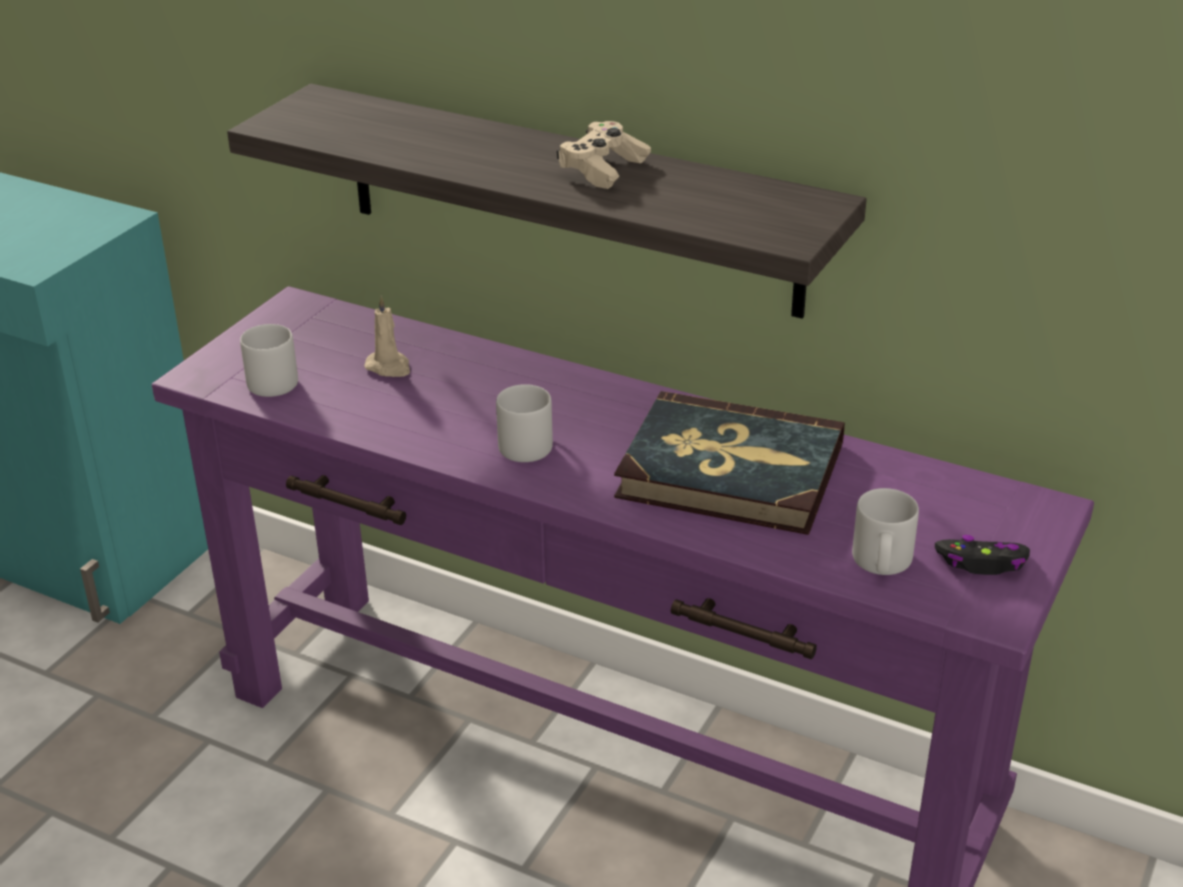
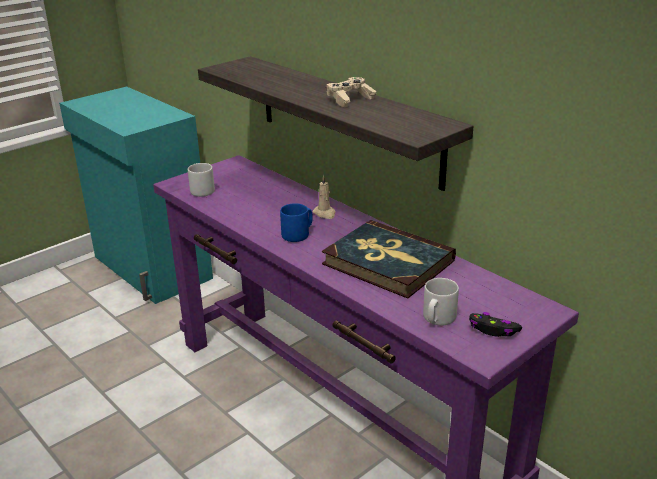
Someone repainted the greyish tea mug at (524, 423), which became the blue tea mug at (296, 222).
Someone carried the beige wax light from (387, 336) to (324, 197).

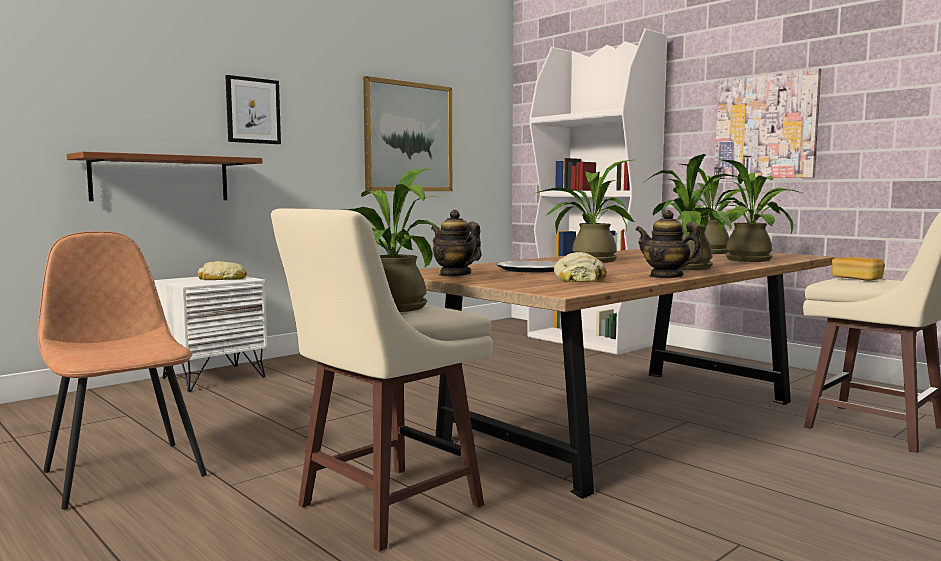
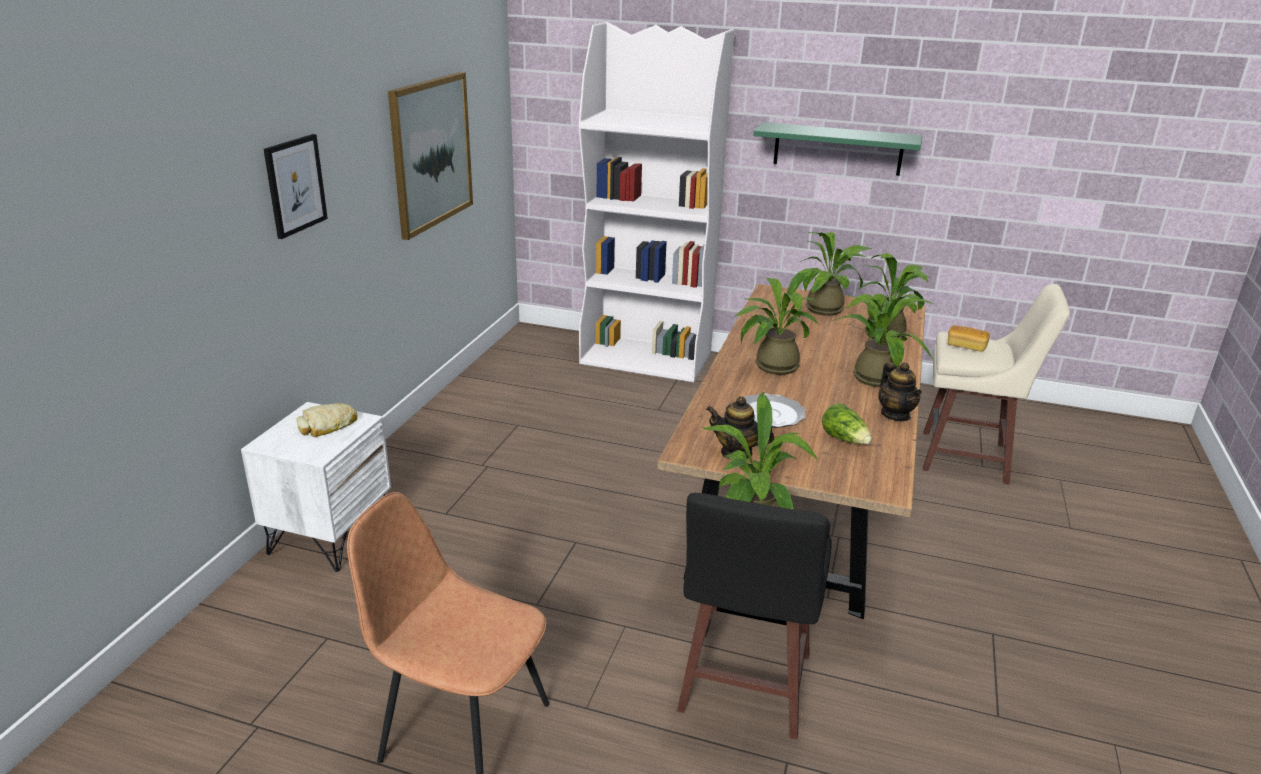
Someone repainted the beige stool at (382, 380), which became the blackish stool at (754, 616).
Someone swapped the wall picture at (767, 123) for the green-coloured wall shelf at (837, 149).
Someone swapped the bakery bread at (580, 267) for the lettuce at (847, 423).
Someone rotated the teapot at (669, 244) by 120 degrees counterclockwise.
Someone took away the brownish wall shelf at (164, 176).

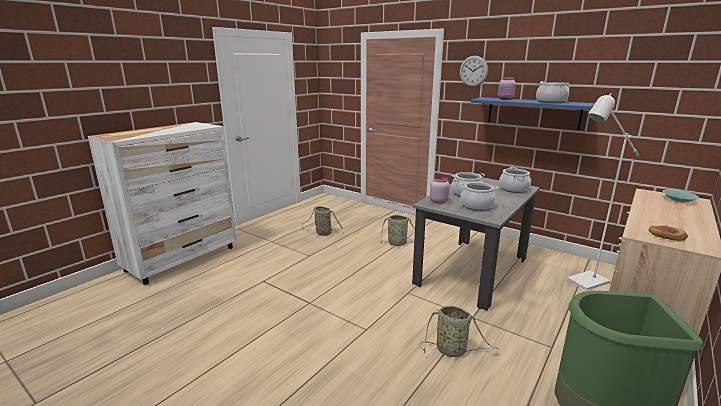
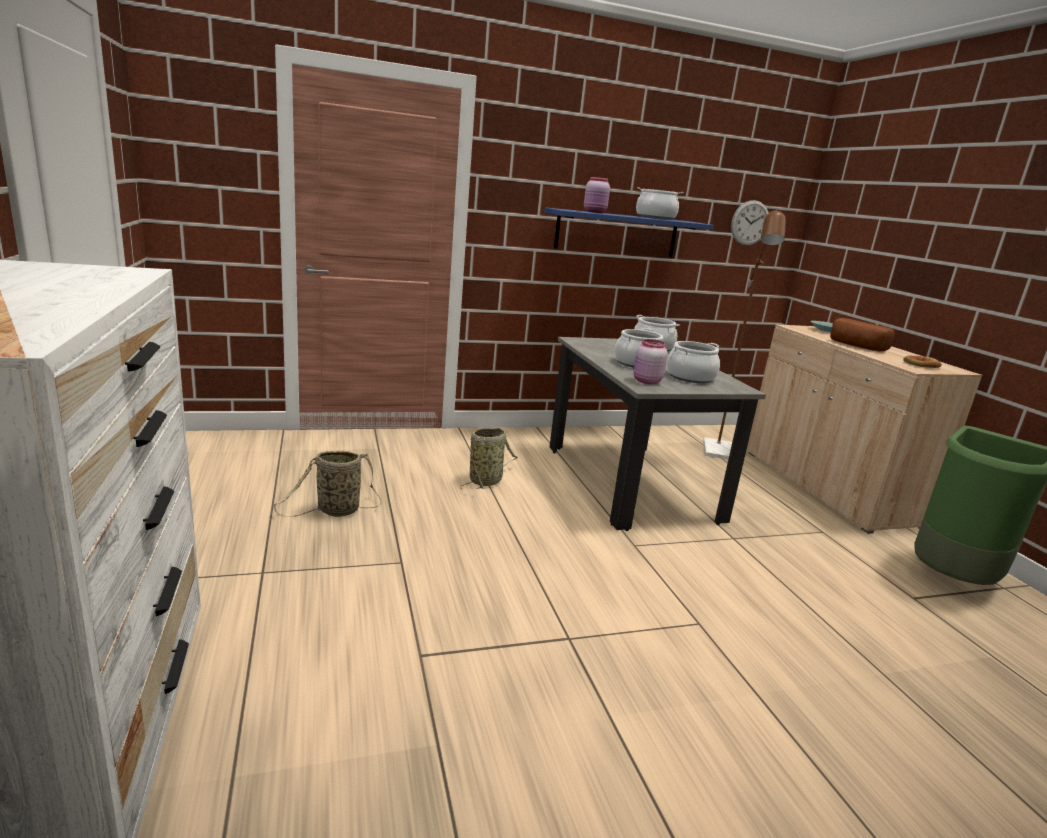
Someone repainted the whitish standing lamp at (603, 192), which became the brownish standing lamp at (744, 334).
Someone carried the wall clock from (474, 71) to (750, 223).
Someone put down the bakery bread at (862, 335).
Someone took away the storage basket at (459, 331).

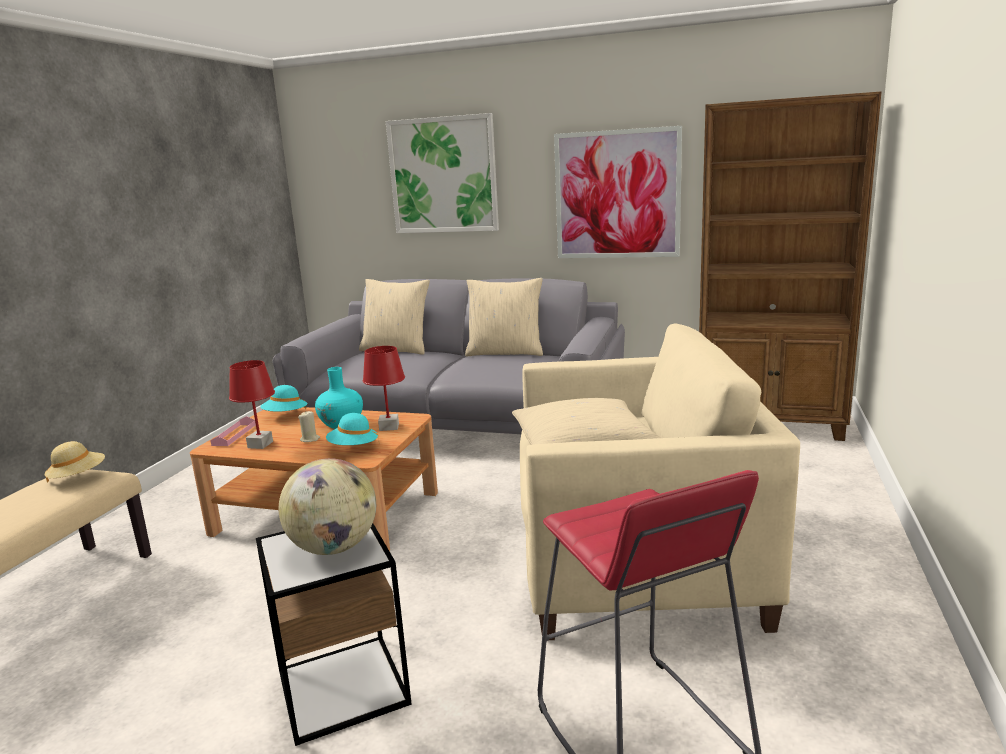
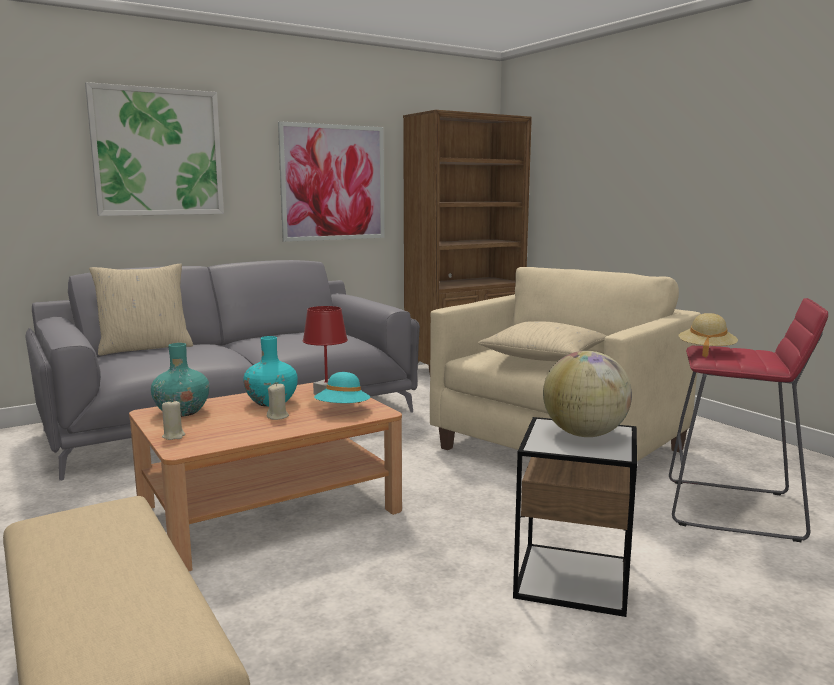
Someone swapped the blue-green wearable hat at (283, 398) for the blue-green decorative vase at (180, 380).
Someone swapped the pink-coloured carrying tray at (233, 431) for the beige wax light at (173, 420).
Someone carried the beige wearable hat from (74, 462) to (708, 335).
Someone took away the red-coloured lamp for a table at (252, 404).
Someone took away the beige throw pillow at (504, 317).

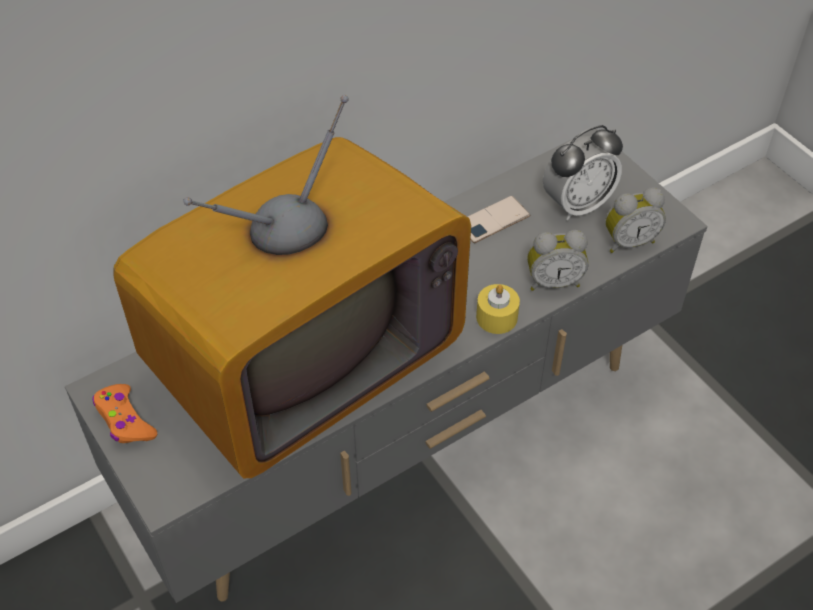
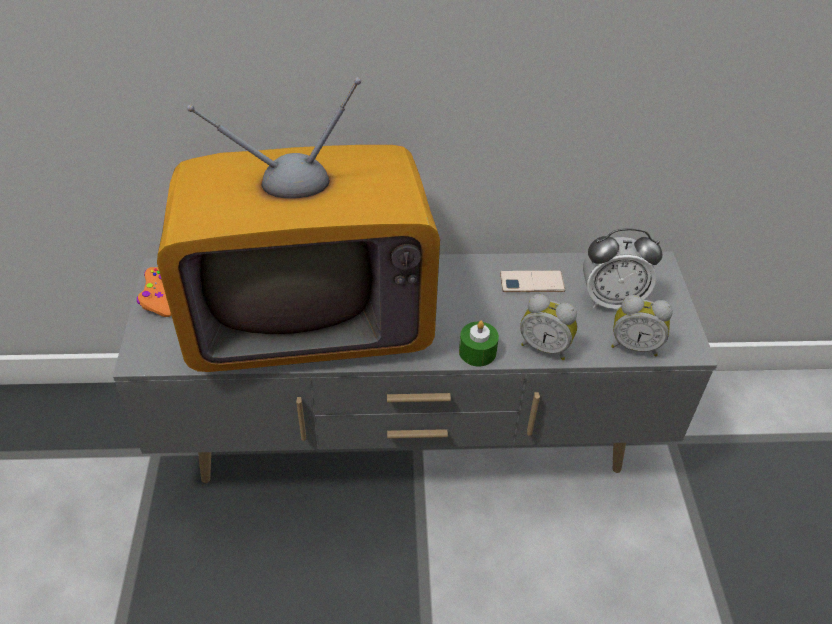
Someone repainted the yellow-coloured wax light at (498, 309), which became the green-coloured wax light at (479, 344).

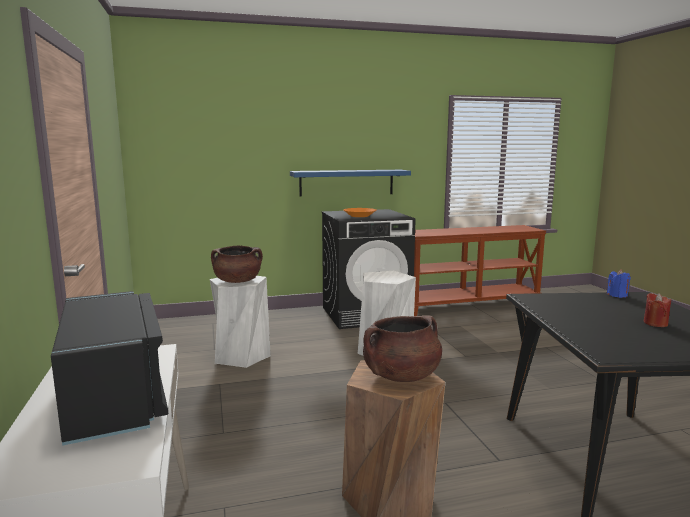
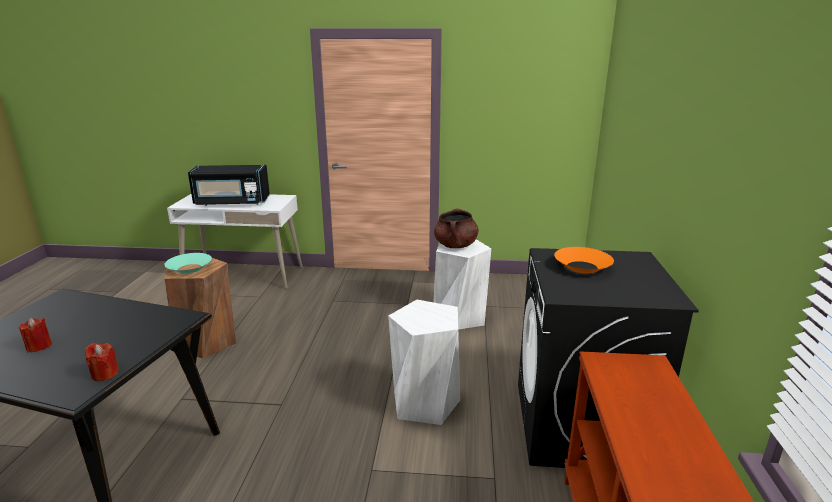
Someone repainted the blue wax light at (619, 284), which became the red-coloured wax light at (102, 362).
Someone swapped the brownish stockpot at (402, 348) for the blue-green bowl at (188, 263).
Someone took away the blue wall shelf at (350, 183).

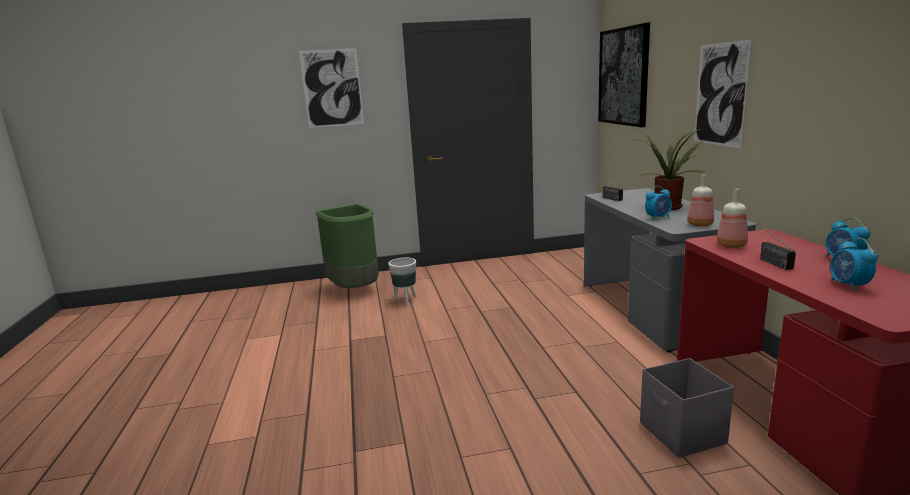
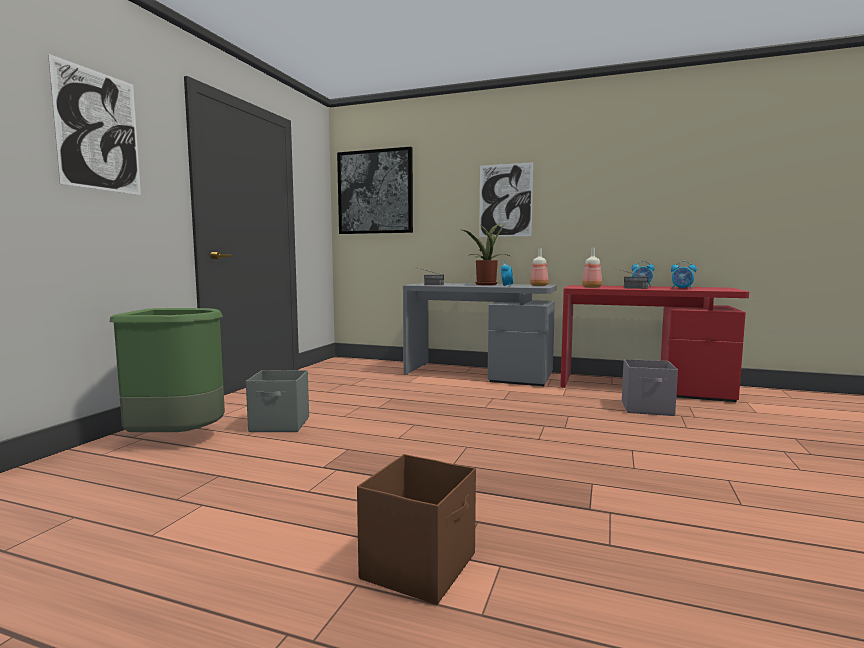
Someone swapped the whitish planter at (402, 282) for the greyish storage bin at (277, 401).
Someone put down the brownish storage bin at (416, 529).

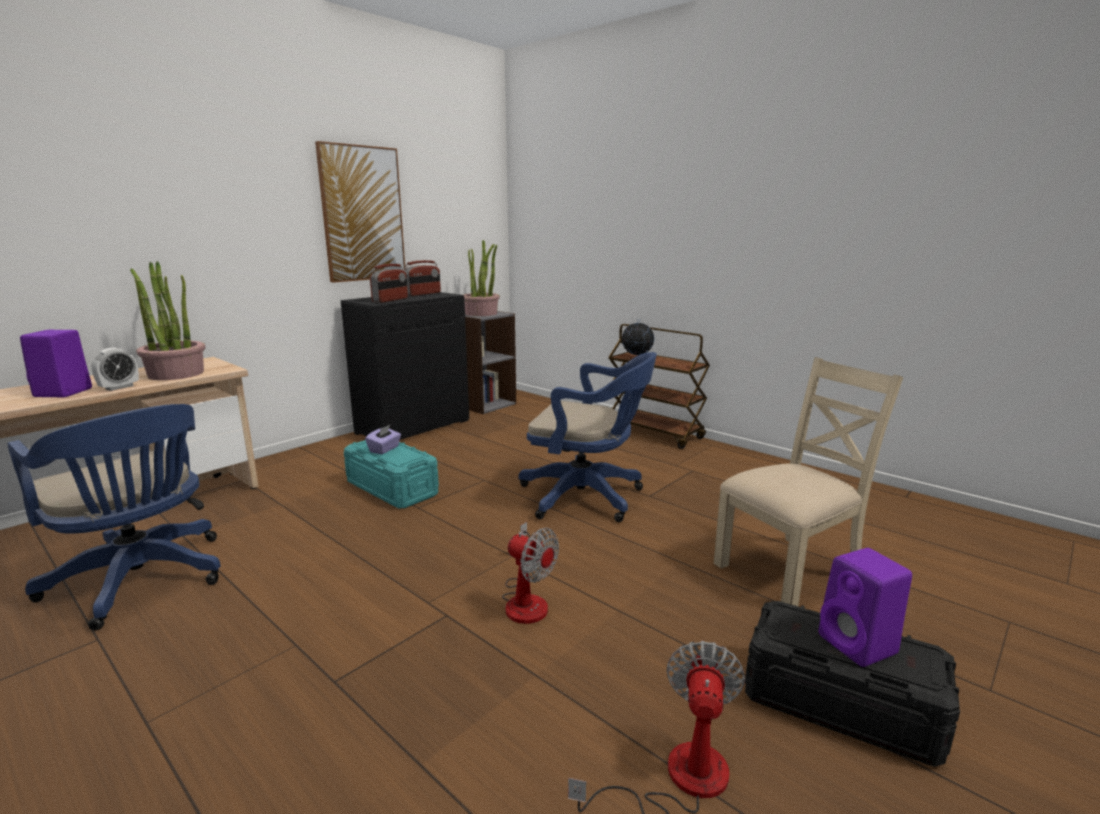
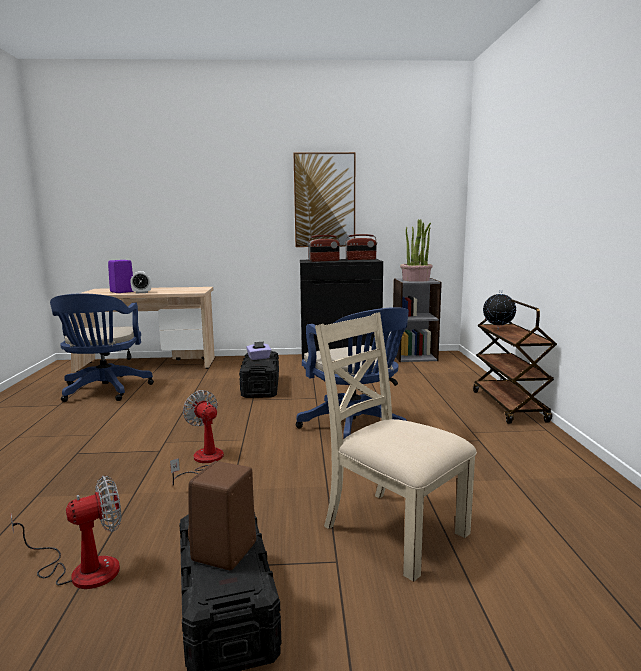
Someone rotated the cooling fan at (530, 573) by 150 degrees clockwise.
Someone repainted the purple audio speaker at (865, 607), which became the brownish audio speaker at (222, 515).
Someone repainted the blue-green storage bin at (391, 474), which became the blackish storage bin at (259, 374).
Someone rotated the beige plain chair at (808, 481) by 150 degrees counterclockwise.
Someone took away the plant in a pot at (167, 320).

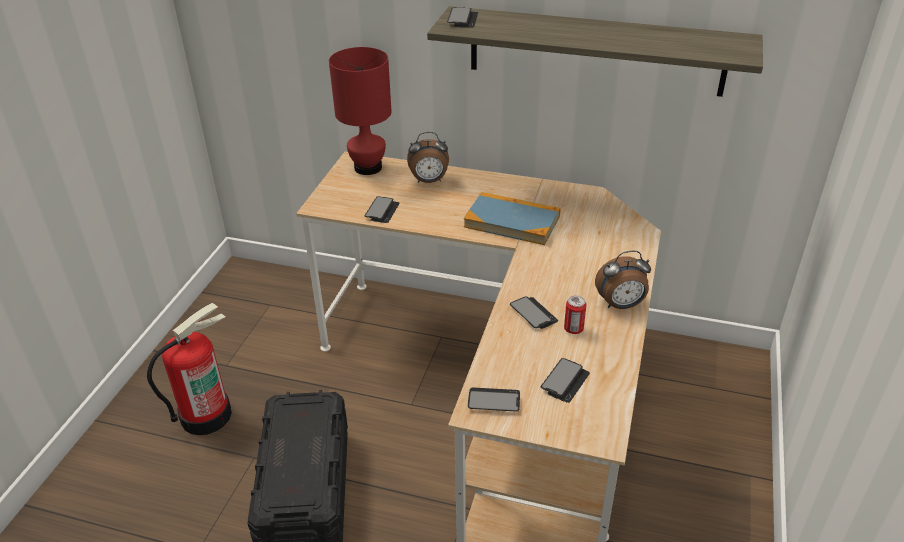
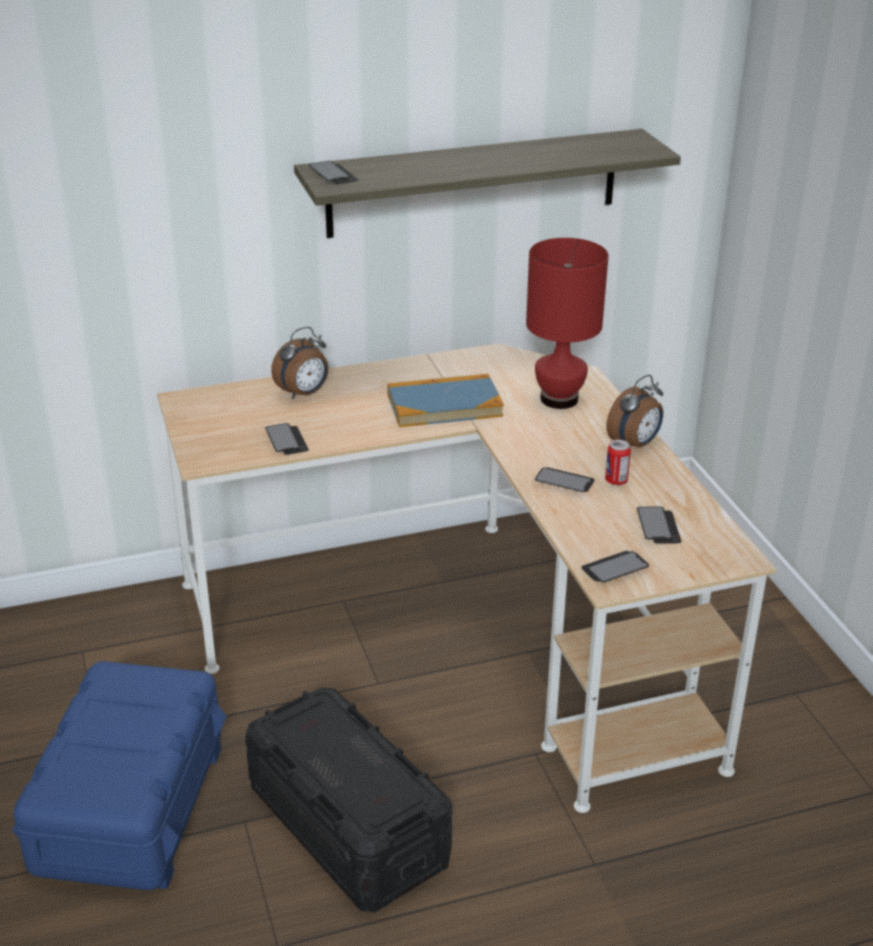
Someone swapped the fire extinguisher at (189, 368) for the blue storage bin at (119, 775).
Someone carried the red-coloured lamp for a table from (360, 111) to (567, 323).

